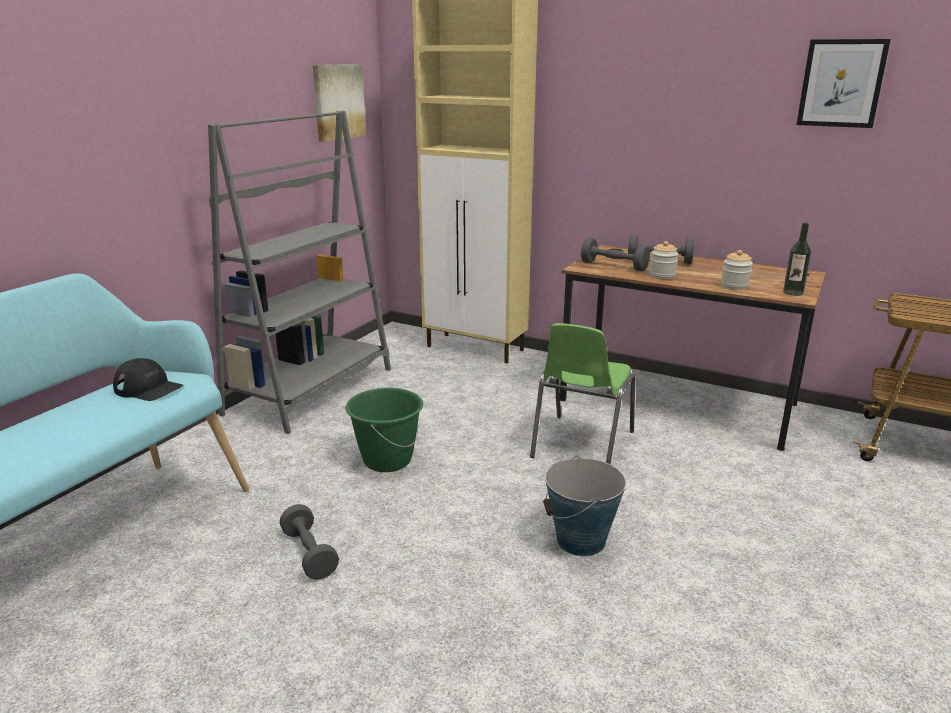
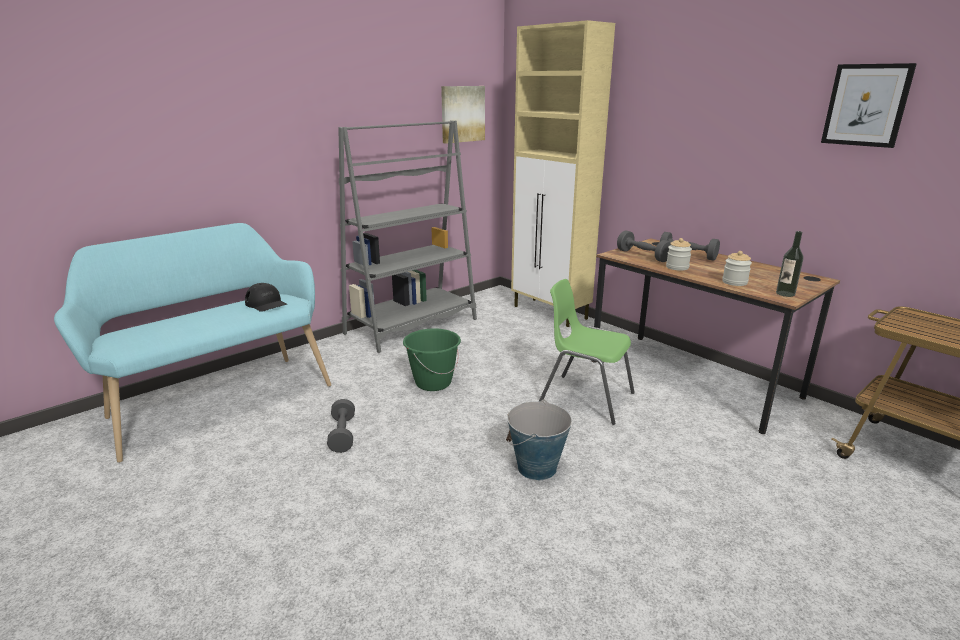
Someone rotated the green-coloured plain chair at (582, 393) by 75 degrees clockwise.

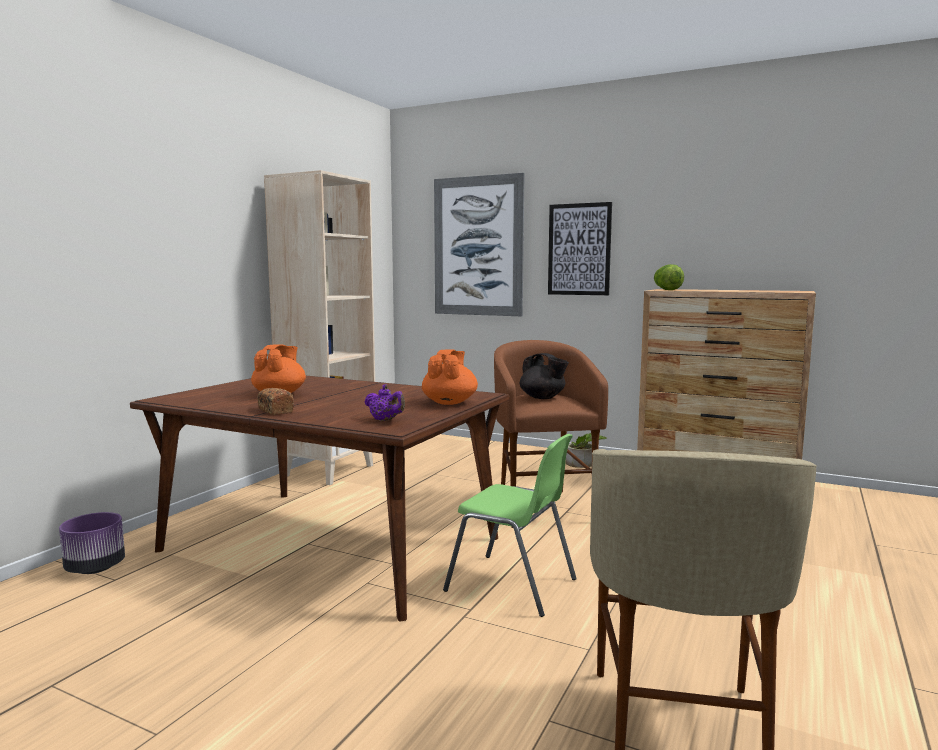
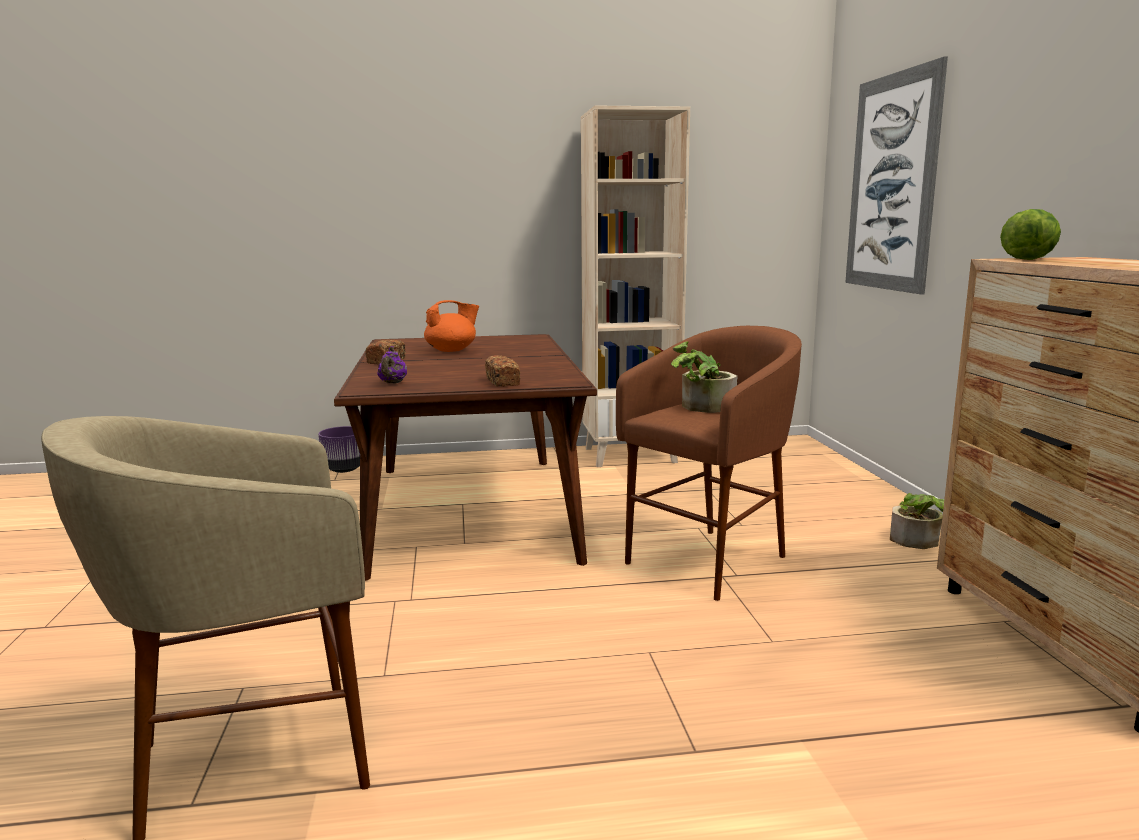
Someone swapped the orange-coloured teapot at (450, 377) for the bakery bread at (502, 371).
Someone swapped the blackish teapot at (544, 376) for the plant in a pot at (704, 377).
Someone took away the green-coloured plain chair at (510, 525).
Someone took away the wall picture at (580, 248).

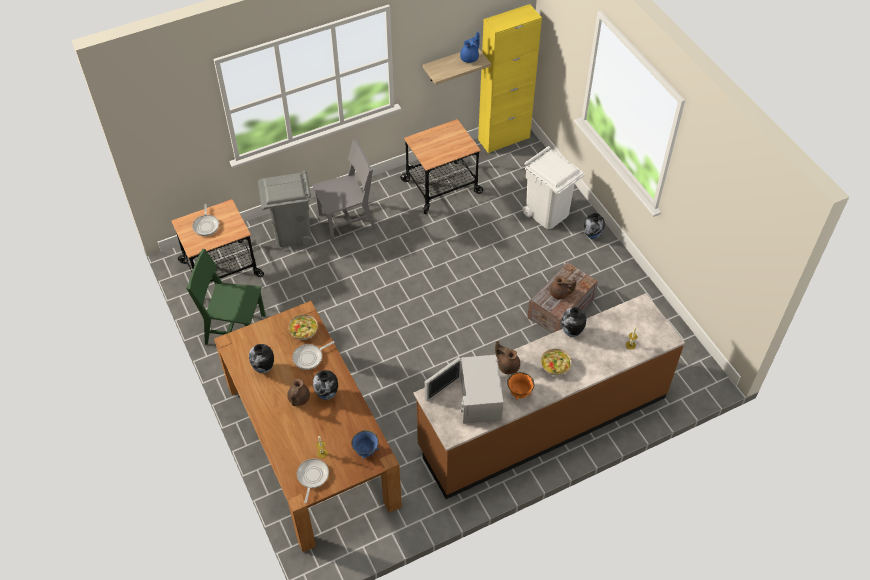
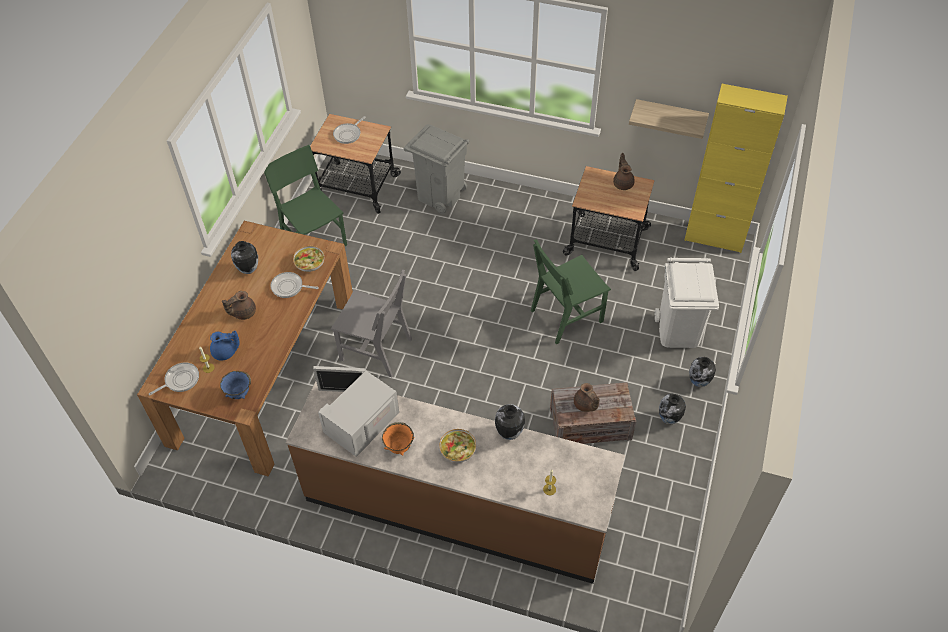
Someone carried the blue teapot from (470, 47) to (225, 345).
Someone carried the greyish plain chair from (344, 191) to (371, 323).
Someone put down the green-coloured plain chair at (571, 291).
Someone carried the brownish teapot from (507, 357) to (624, 171).
Someone carried the decorative vase from (325, 385) to (672, 409).

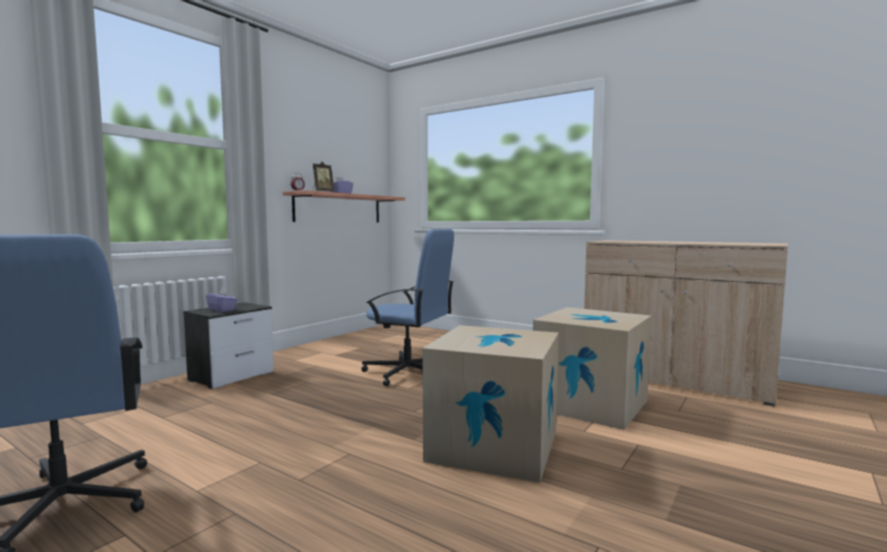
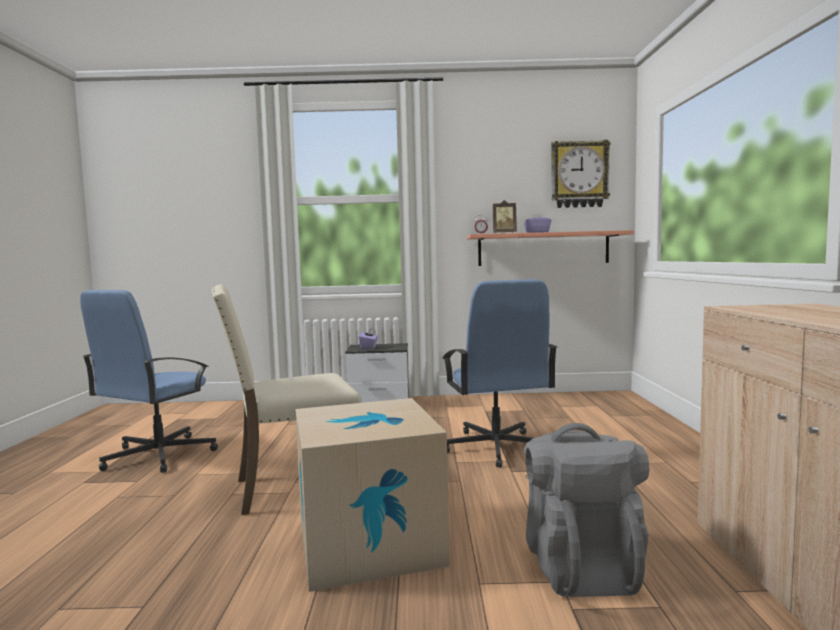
Someone put down the beige plain chair at (287, 399).
Someone swapped the packing box at (592, 368) for the greyish knapsack at (586, 510).
Someone put up the wall clock at (580, 174).

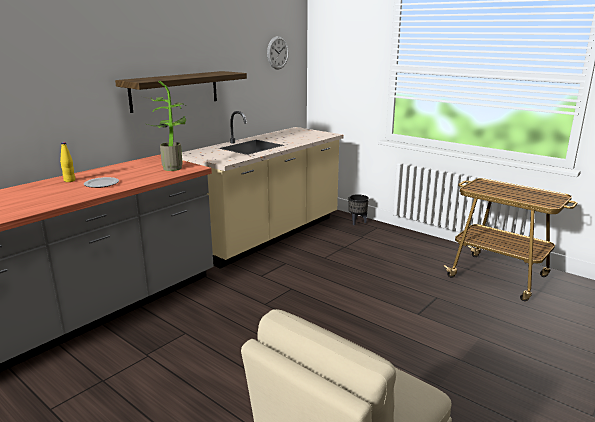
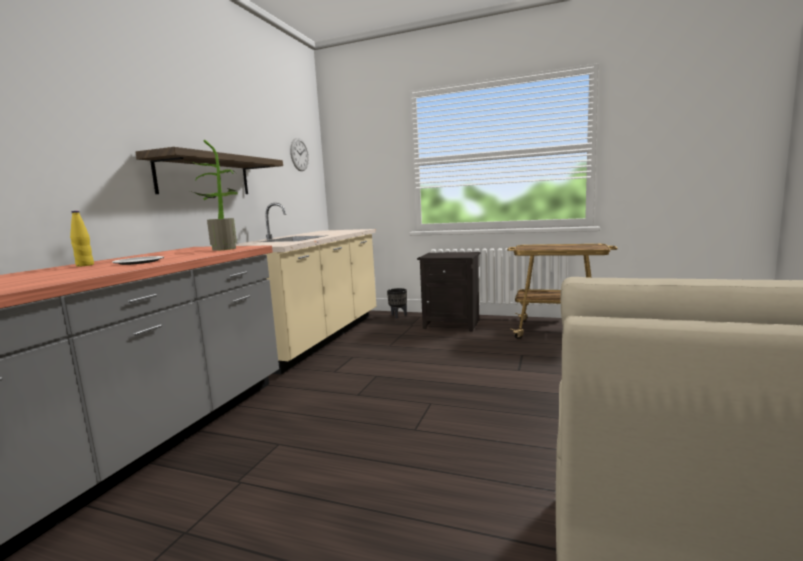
Someone put down the blackish night table at (448, 291).

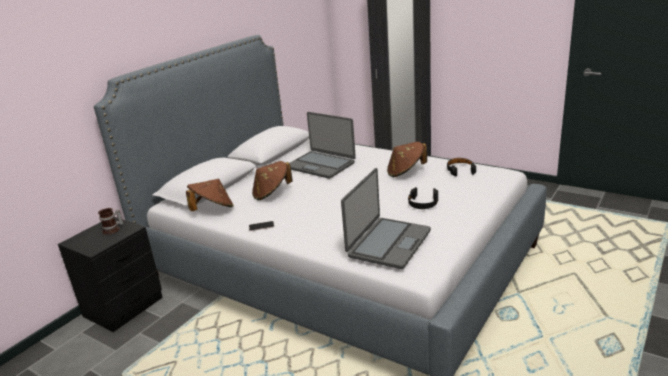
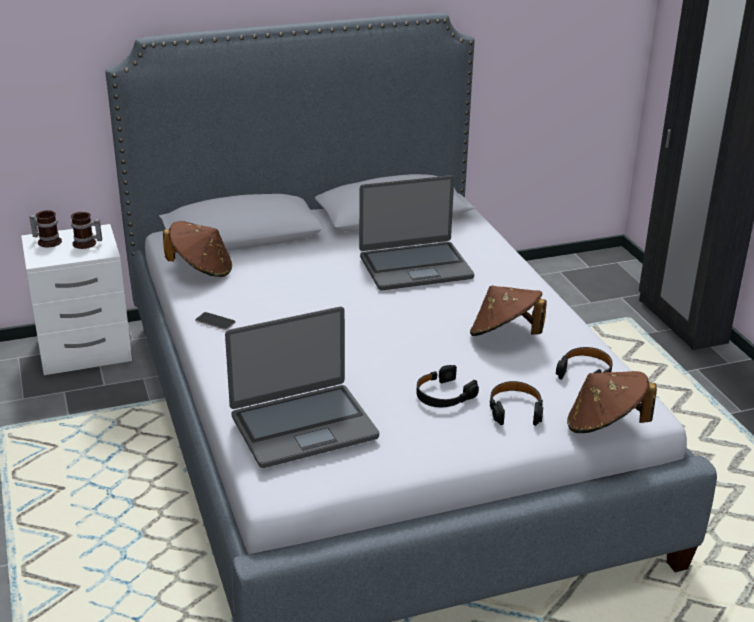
Someone repainted the blackish night table at (110, 274), which became the whitish night table at (76, 299).
Someone put down the tea mug at (45, 228).
Someone rotated the notebook computer at (323, 145) by 90 degrees counterclockwise.
Someone put down the blackish pair of headphones at (516, 403).
Someone carried the brownish wearable hat from (272, 180) to (612, 402).

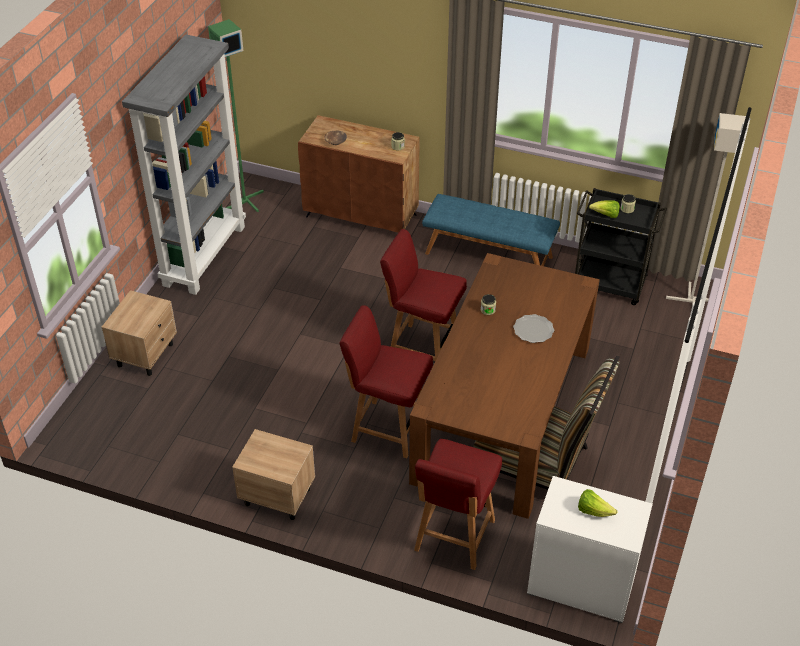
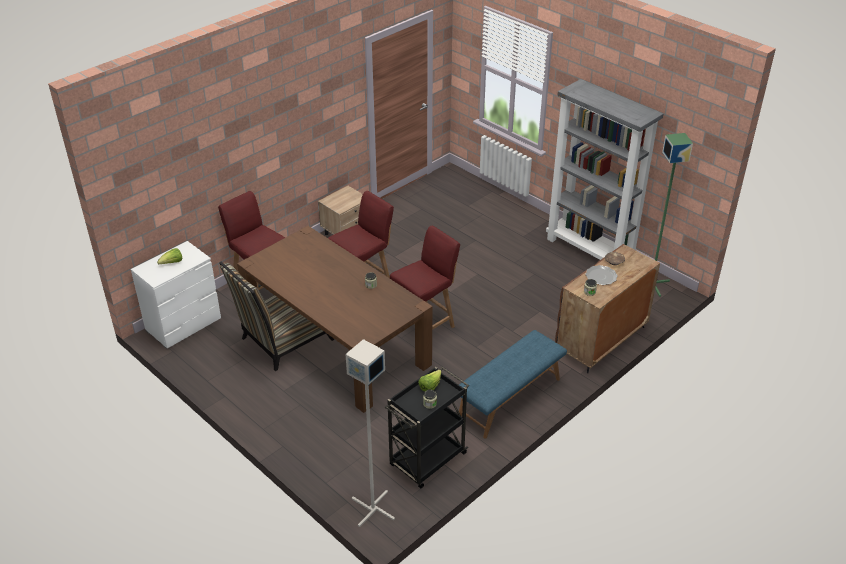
Someone carried the plate from (533, 328) to (602, 275).
Someone took away the beige night table at (139, 333).

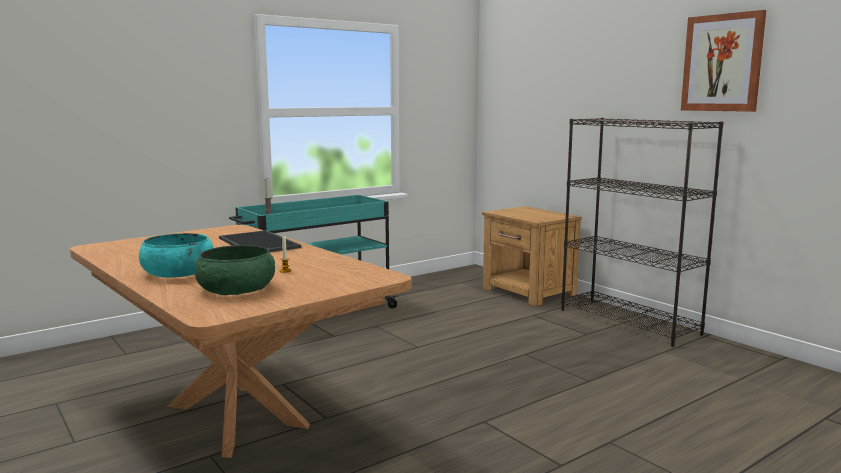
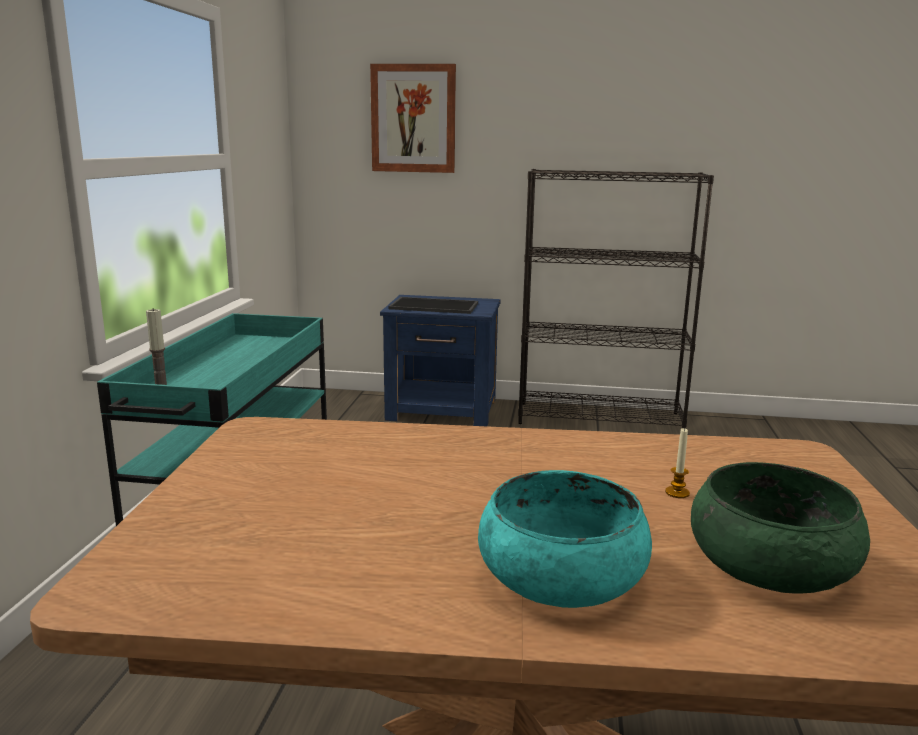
Someone carried the wall picture from (723, 61) to (413, 118).
Someone repainted the brownish night table at (532, 256), which became the blue night table at (440, 360).
Someone carried the carrying tray from (260, 241) to (433, 305).

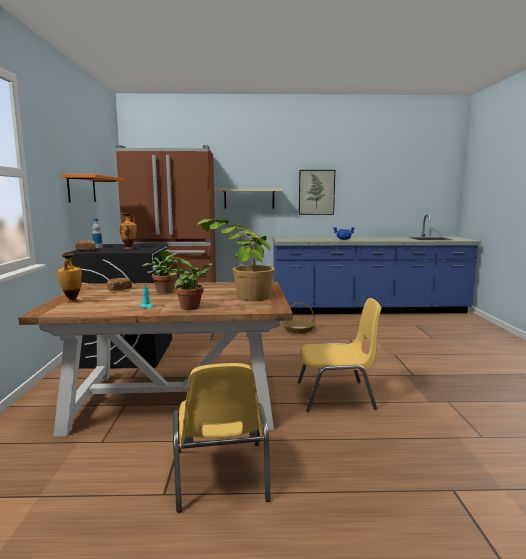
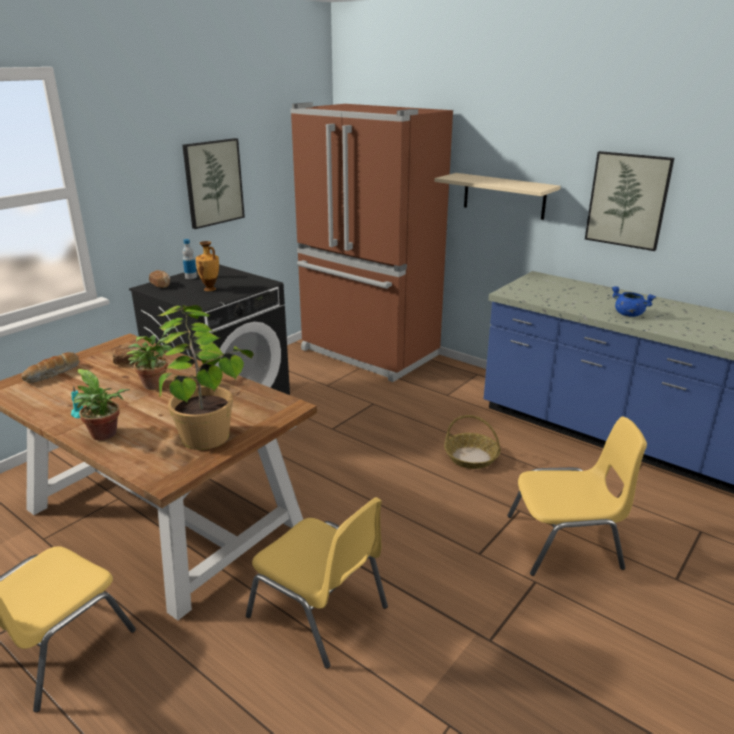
Someone swapped the decorative vase at (69, 278) for the bakery bread at (50, 367).
Someone swapped the orange-coloured wall shelf at (93, 188) for the wall picture at (213, 183).
Someone put down the yellow-coloured plain chair at (577, 496).

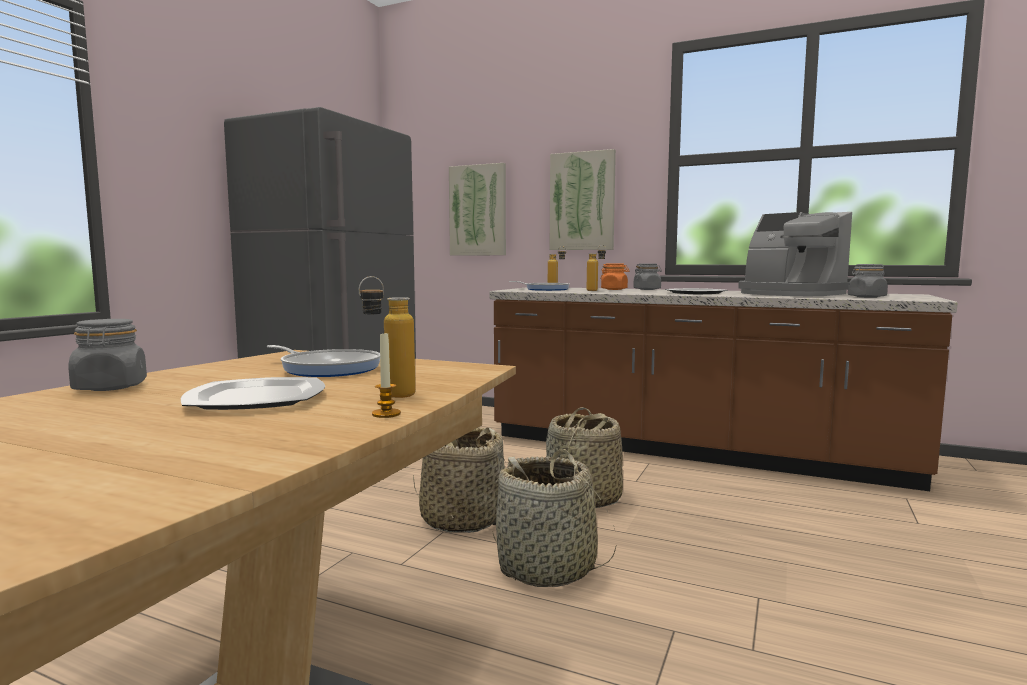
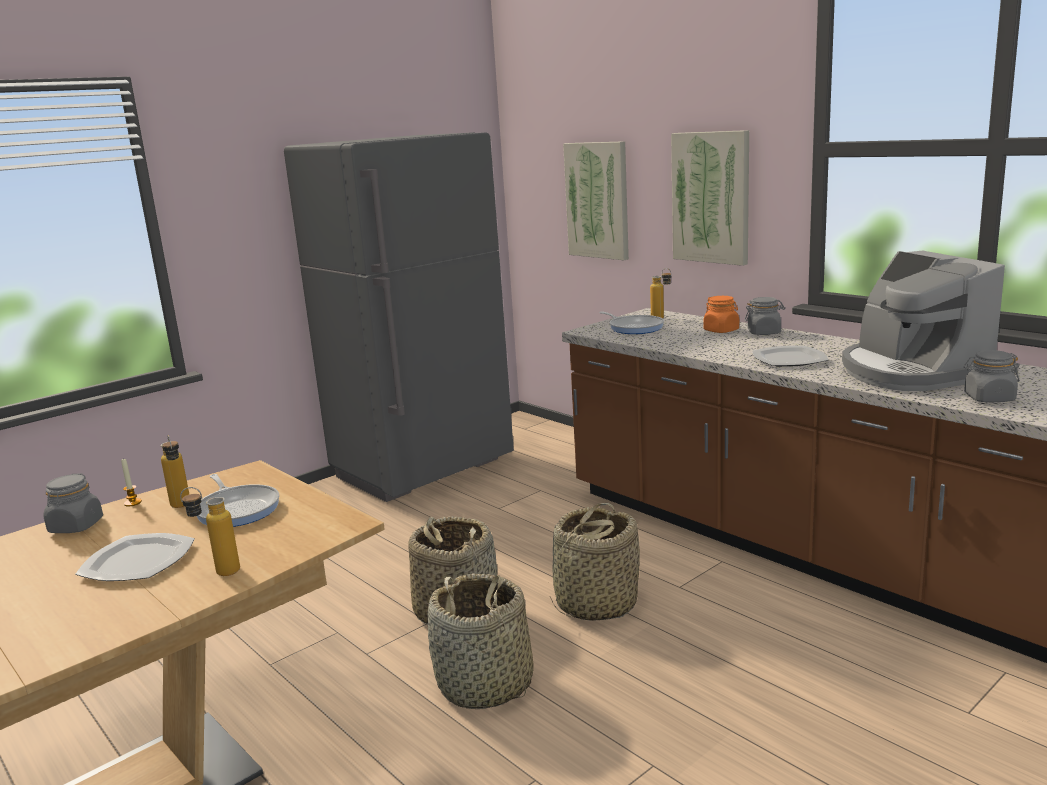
Someone carried the wax light from (386, 375) to (131, 483).
Someone carried the bottle from (596, 268) to (175, 471).

